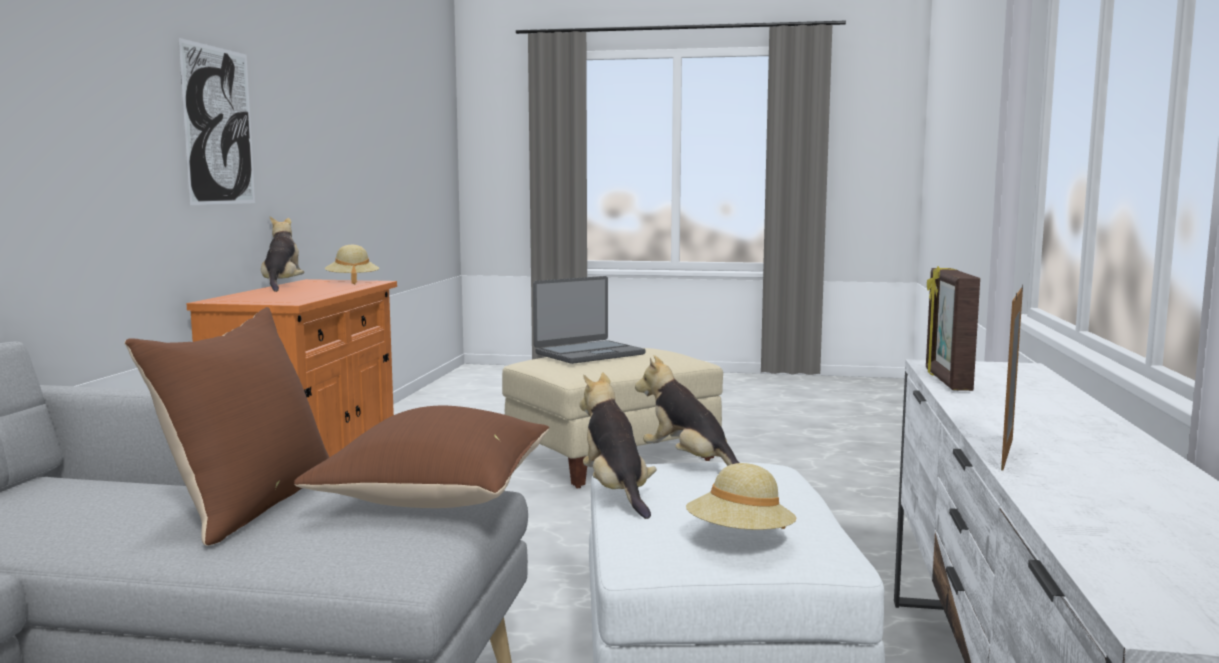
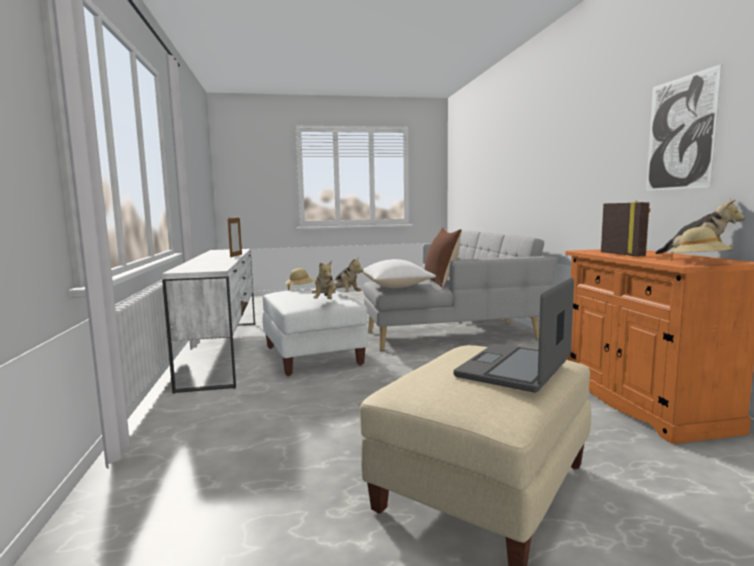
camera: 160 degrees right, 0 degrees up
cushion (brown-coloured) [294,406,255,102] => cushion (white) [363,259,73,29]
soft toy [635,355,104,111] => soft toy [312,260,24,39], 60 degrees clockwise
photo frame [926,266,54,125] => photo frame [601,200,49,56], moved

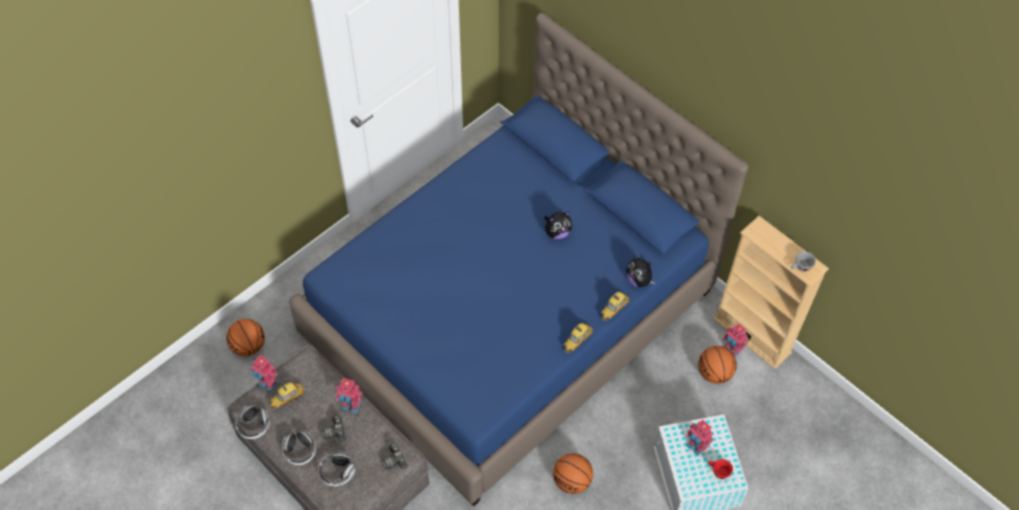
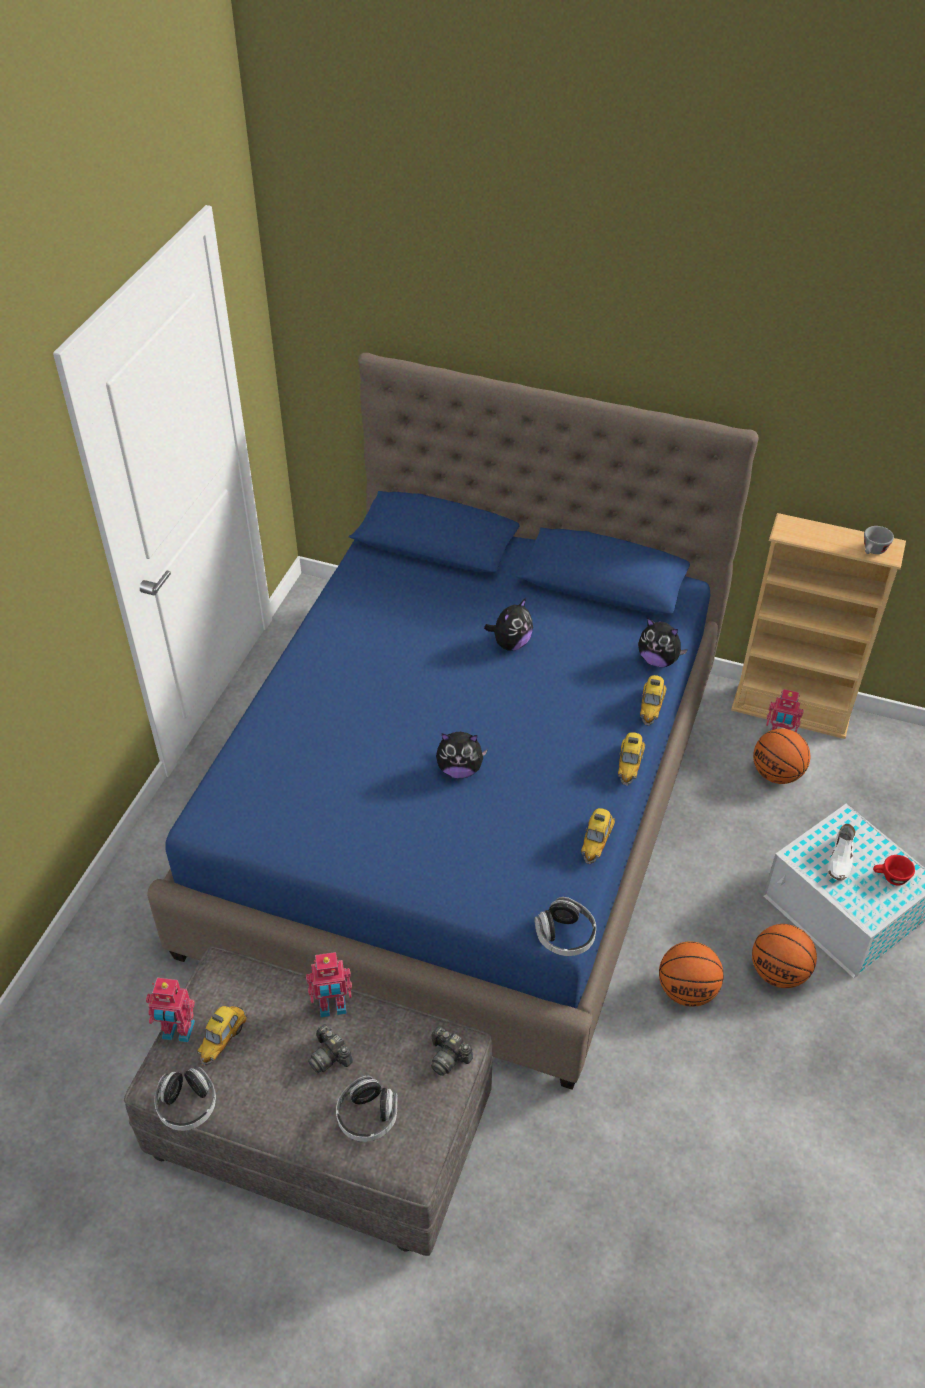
camera: 25 degrees left, 10 degrees down
basketball [226,319,39,37] => basketball [752,924,65,64], moved
headphones [282,430,34,35] => headphones [535,897,61,59], moved
model robot [685,419,28,37] => low shoe (white) [828,824,28,57]
nothing => soft toy [436,732,52,46]
nothing => toy car [581,808,34,56]

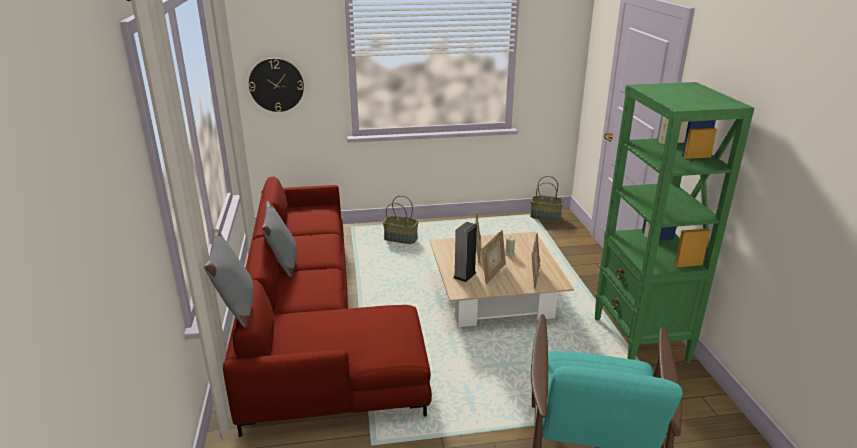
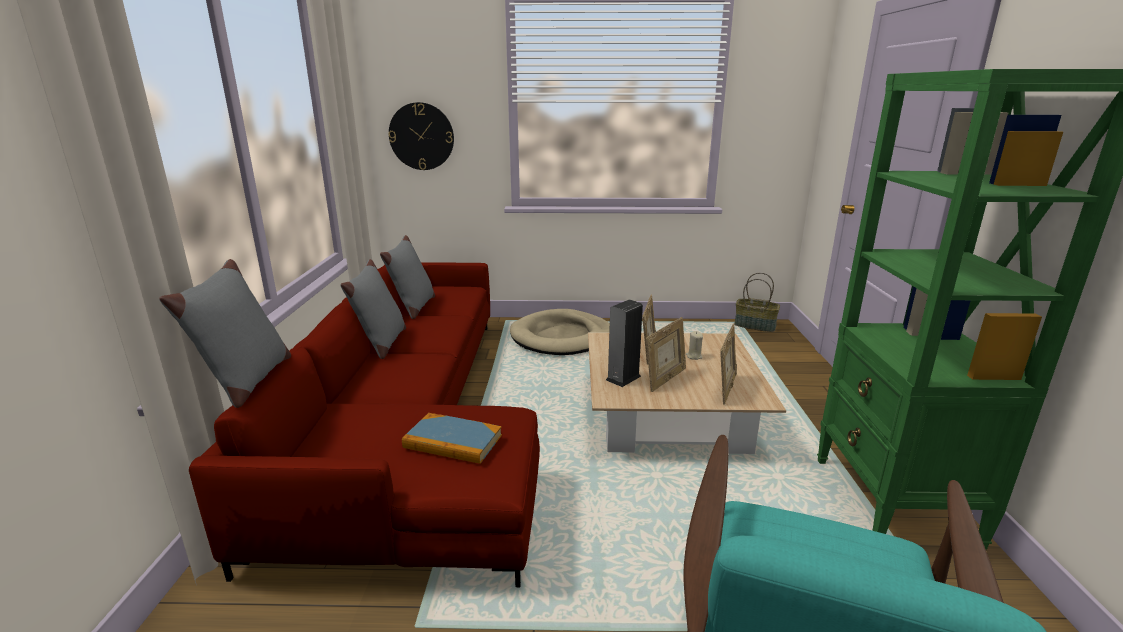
camera: 10 degrees right, 5 degrees down
household basket [383,196,35,48] => dog bed (beige-coloured) [510,309,100,46]
nothing => cushion (gray) [380,235,55,84]
nothing => bound book [402,413,100,51]

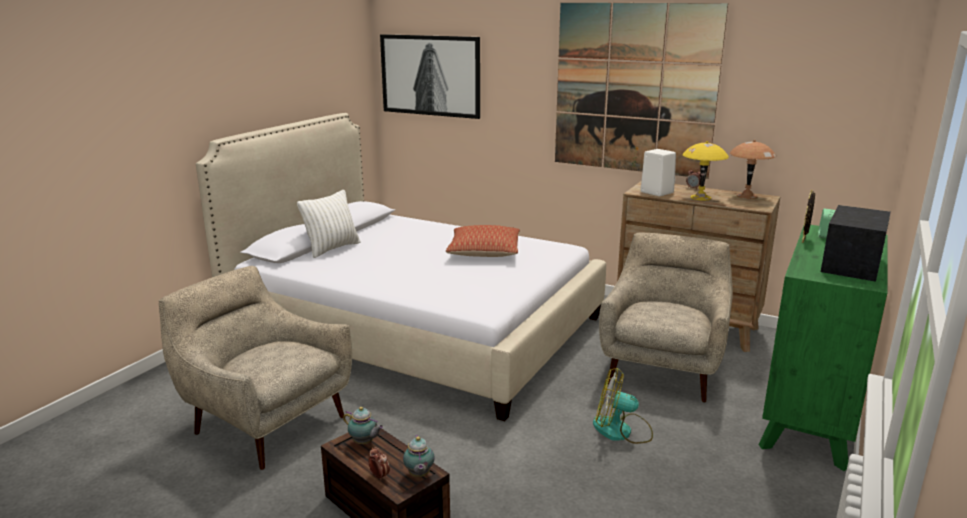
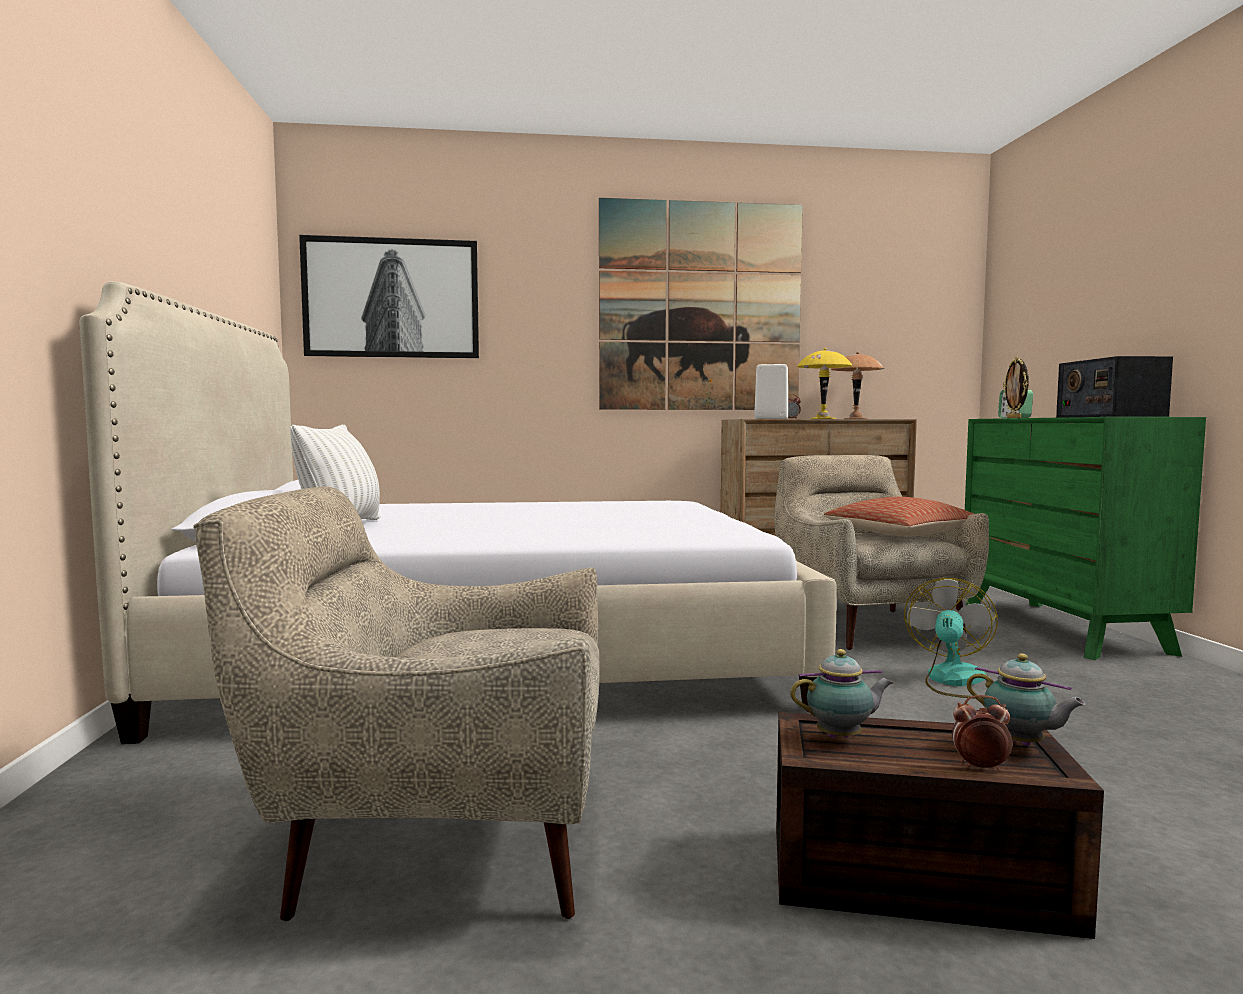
camera: 35 degrees left, 15 degrees down
cushion [446,225,74,32] => cushion [824,497,151,39], moved
electric fan [593,368,60,76] => electric fan [904,578,94,121], 135 degrees clockwise

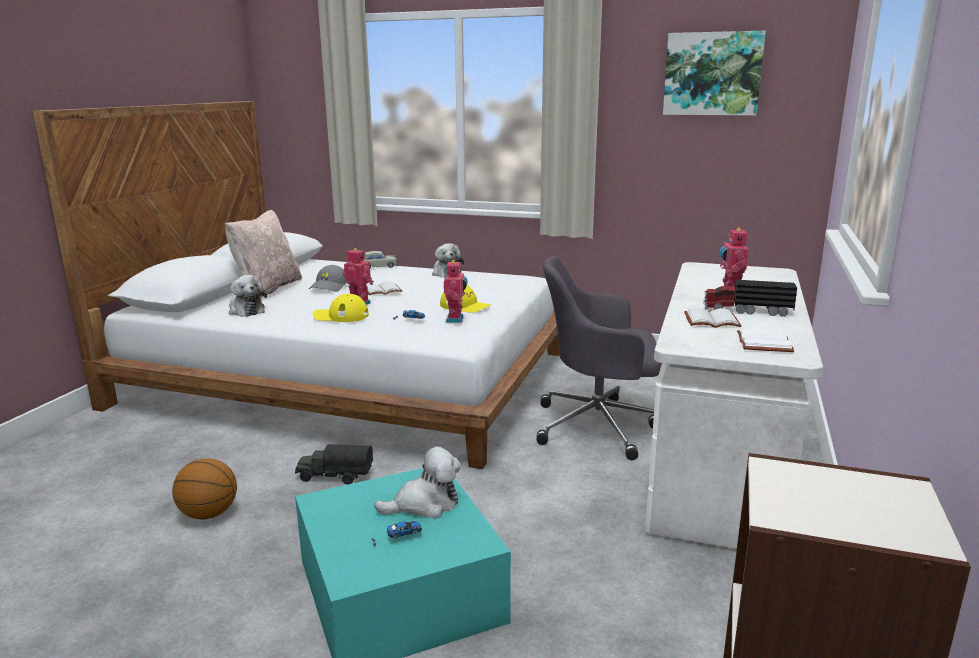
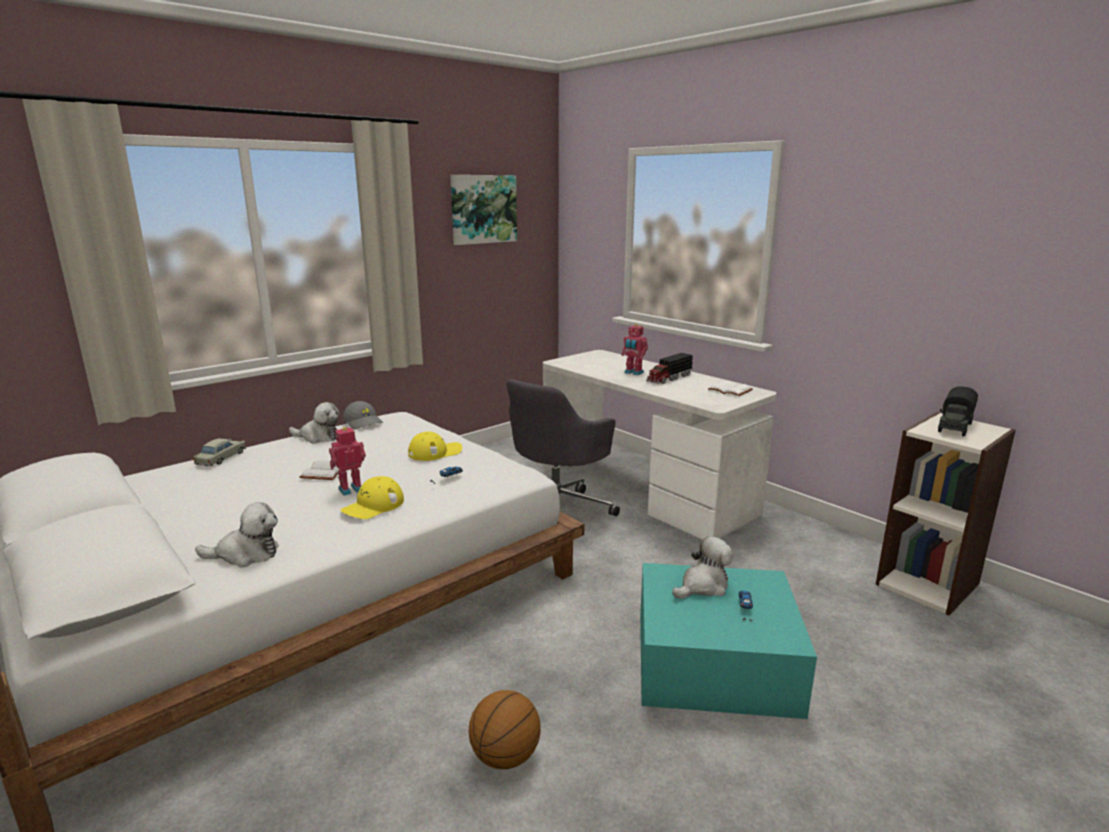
camera: 60 degrees left, 0 degrees up
cushion (beige-coloured) [225,210,77,88] => nothing
model truck [295,444,78,40] => model truck [938,386,40,50], moved
baseball cap (gray) [309,265,38,27] => baseball cap (gray) [343,401,40,29], moved
soft toy [374,446,87,73] => soft toy [672,536,61,63], 45 degrees clockwise
model robot [444,260,24,63] => nothing
bound book (white) [684,308,57,20] => nothing

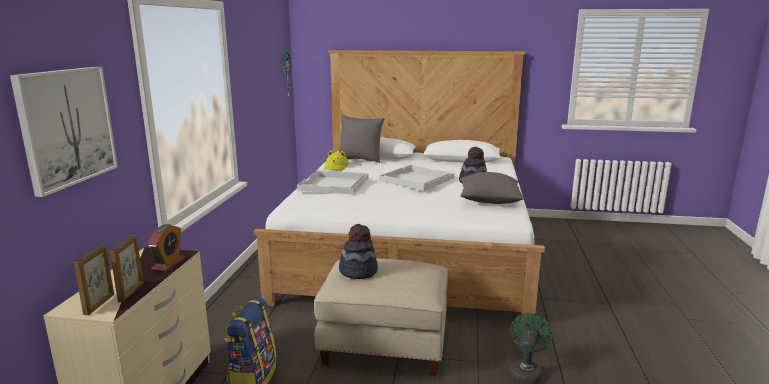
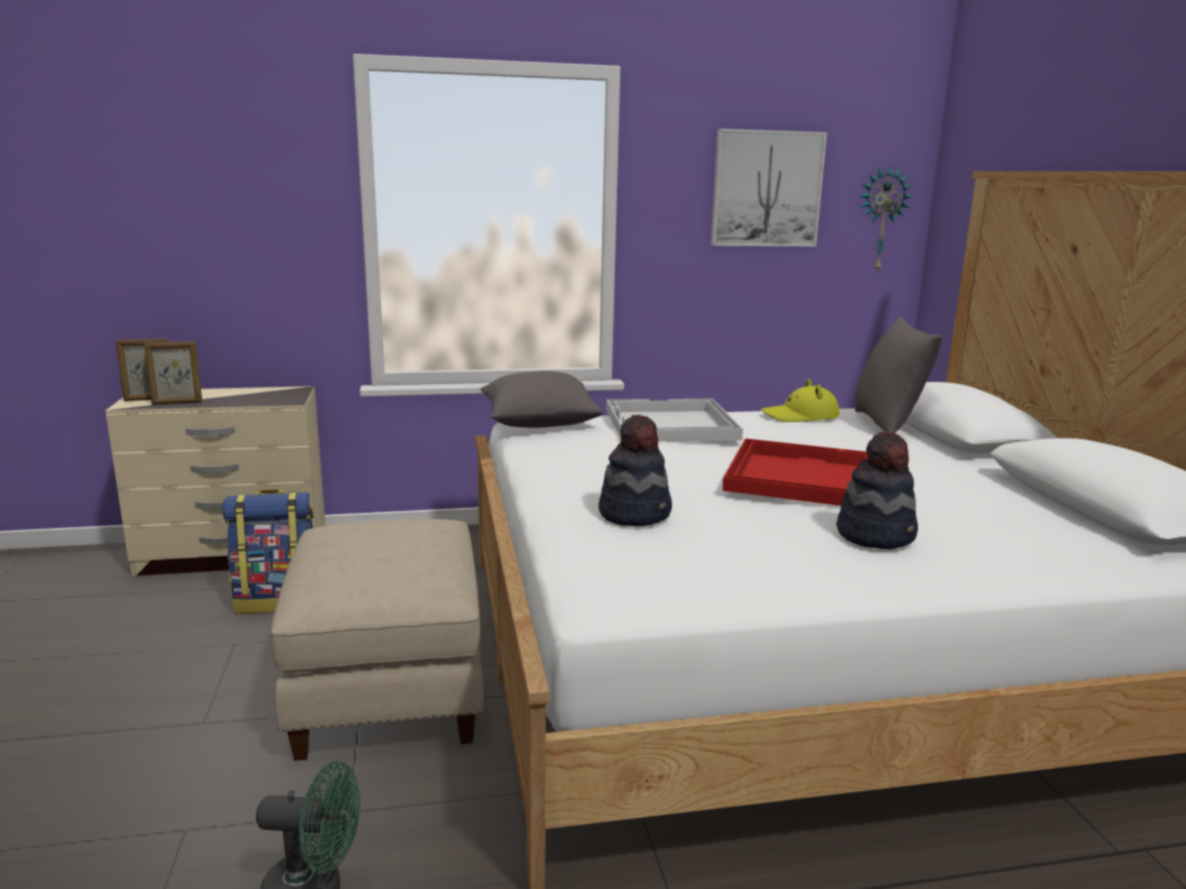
camera: 70 degrees right, 0 degrees up
picture [10,67,108,130] => picture [711,129,116,118], moved
alarm clock [148,224,37,48] => nothing
hat [339,224,39,55] => hat [599,414,73,112], moved
tray (white) [379,165,76,26] => tray (reddish) [722,438,145,68]
cushion (gray) [460,172,65,32] => cushion (gray) [481,371,122,57], moved

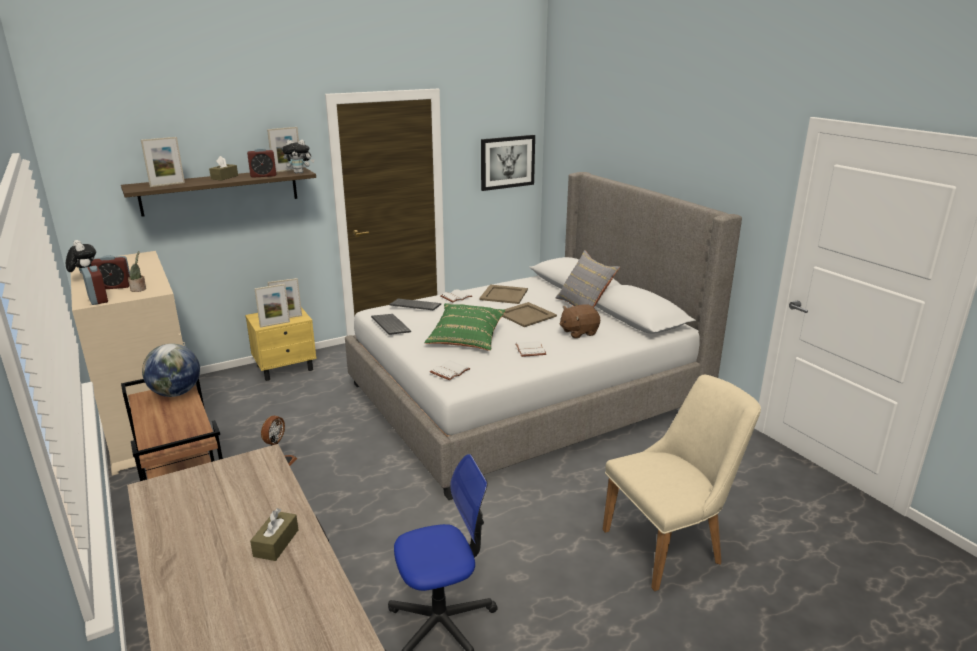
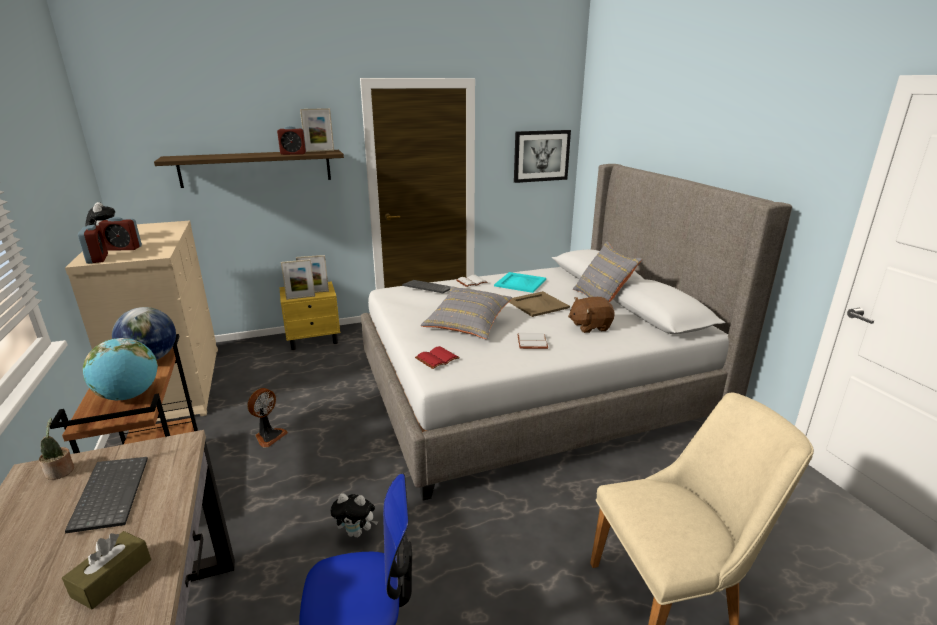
camera: 10 degrees right, 0 degrees up
potted plant [128,251,18,41] => potted plant [39,418,35,62], moved
photo frame [141,137,44,50] => nothing
tissue holder (brown-coloured) [209,156,29,24] => nothing
soft toy [282,140,32,34] => soft toy [330,493,48,45], moved
computer keyboard [371,314,40,21] => computer keyboard [65,457,83,76], moved
cushion (greenish) [424,303,82,48] => cushion (gray) [420,286,92,53]
bound book (white) [430,360,40,20] => bound book (reddish) [415,346,45,23]
tray (beige-coloured) [479,285,49,19] => tray (blue-green) [494,272,52,21]
nothing => world globe [83,338,75,62]

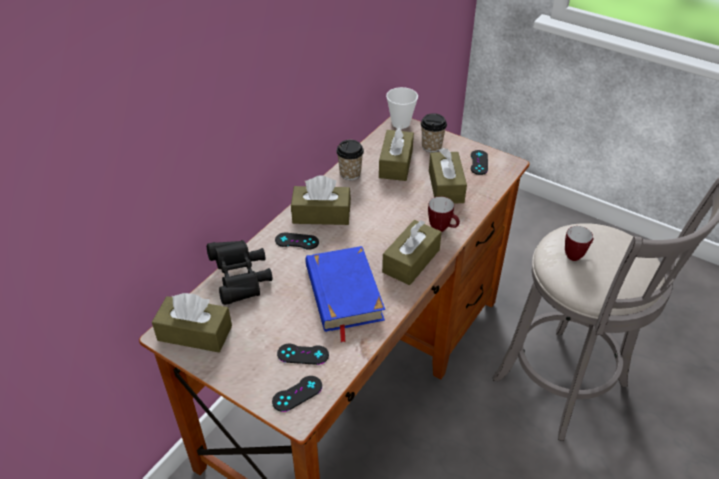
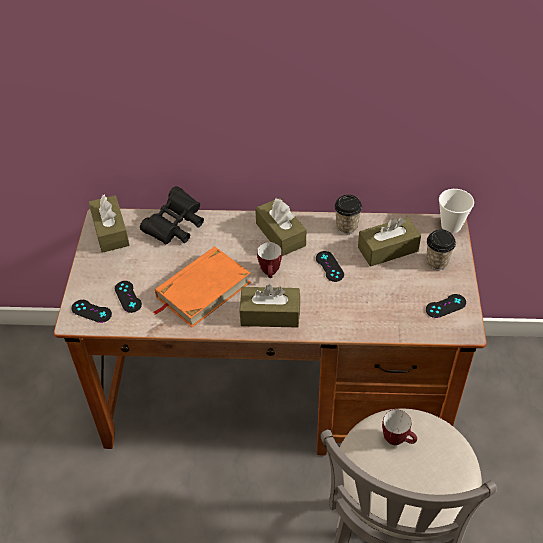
camera: 60 degrees right, 5 degrees up
game controller (black) [275,233,44,17] => game controller (black) [316,251,28,31], moved
bound book (bluish) [305,246,80,97] => bound book (orange) [153,246,98,81]
mug [428,196,32,36] => mug [257,242,25,36], moved
tissue holder (brown-coloured) [429,148,38,56] => nothing

